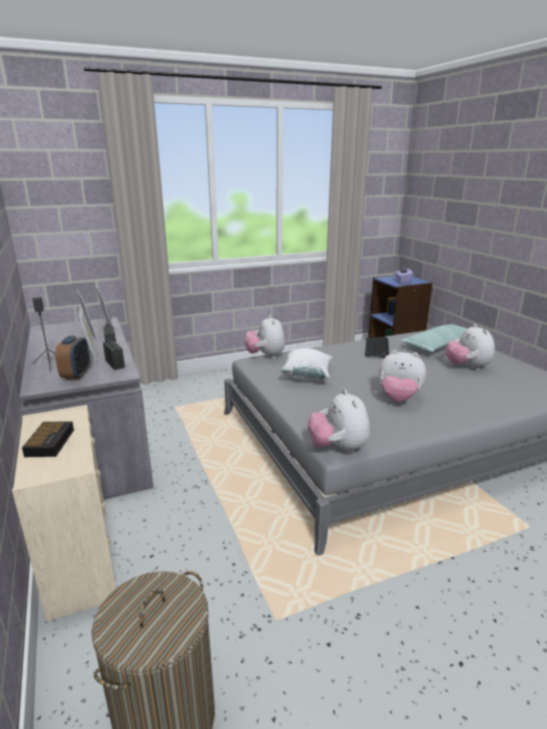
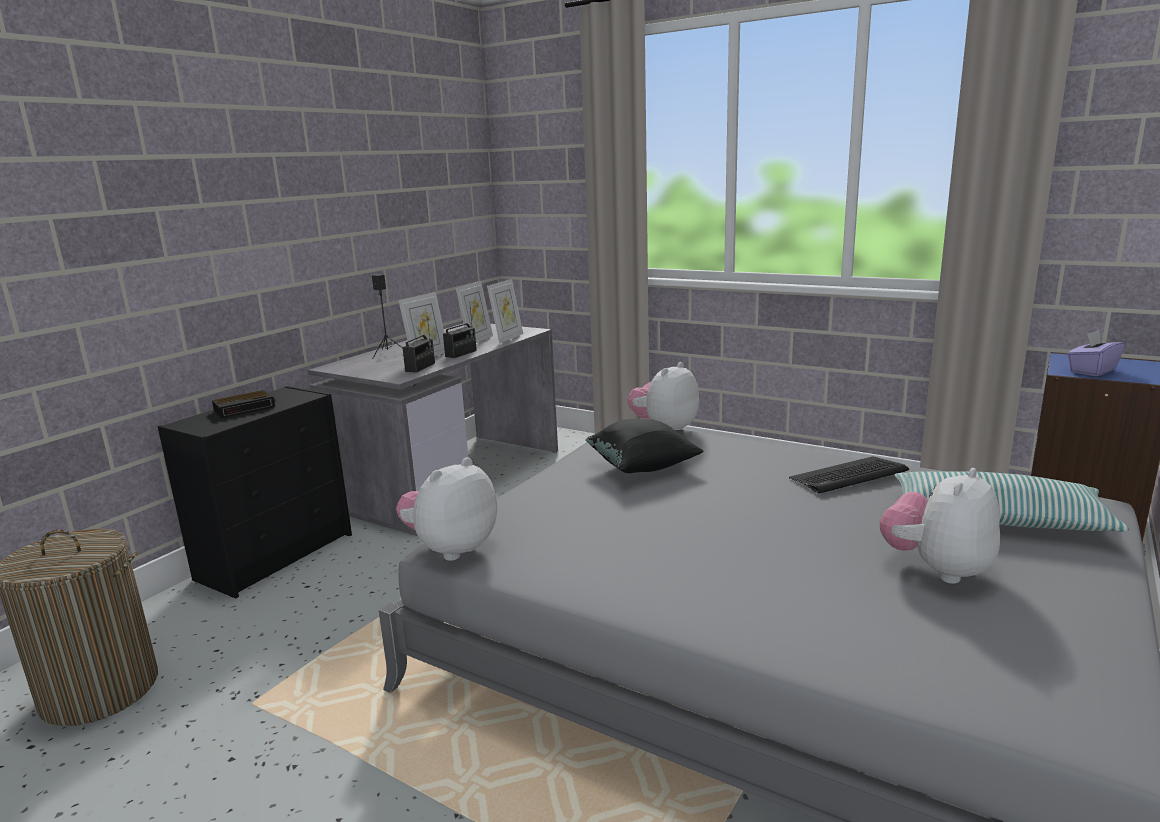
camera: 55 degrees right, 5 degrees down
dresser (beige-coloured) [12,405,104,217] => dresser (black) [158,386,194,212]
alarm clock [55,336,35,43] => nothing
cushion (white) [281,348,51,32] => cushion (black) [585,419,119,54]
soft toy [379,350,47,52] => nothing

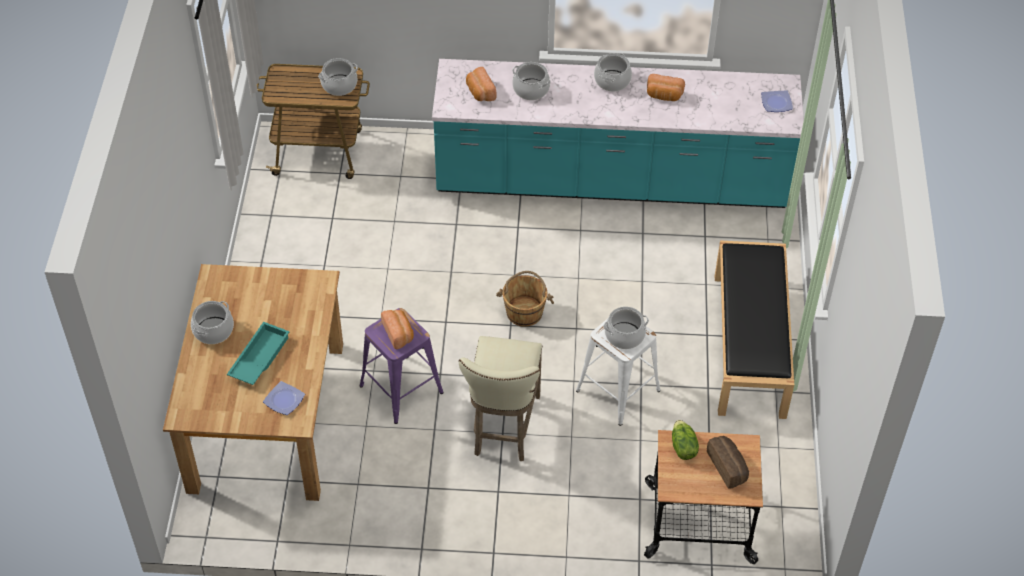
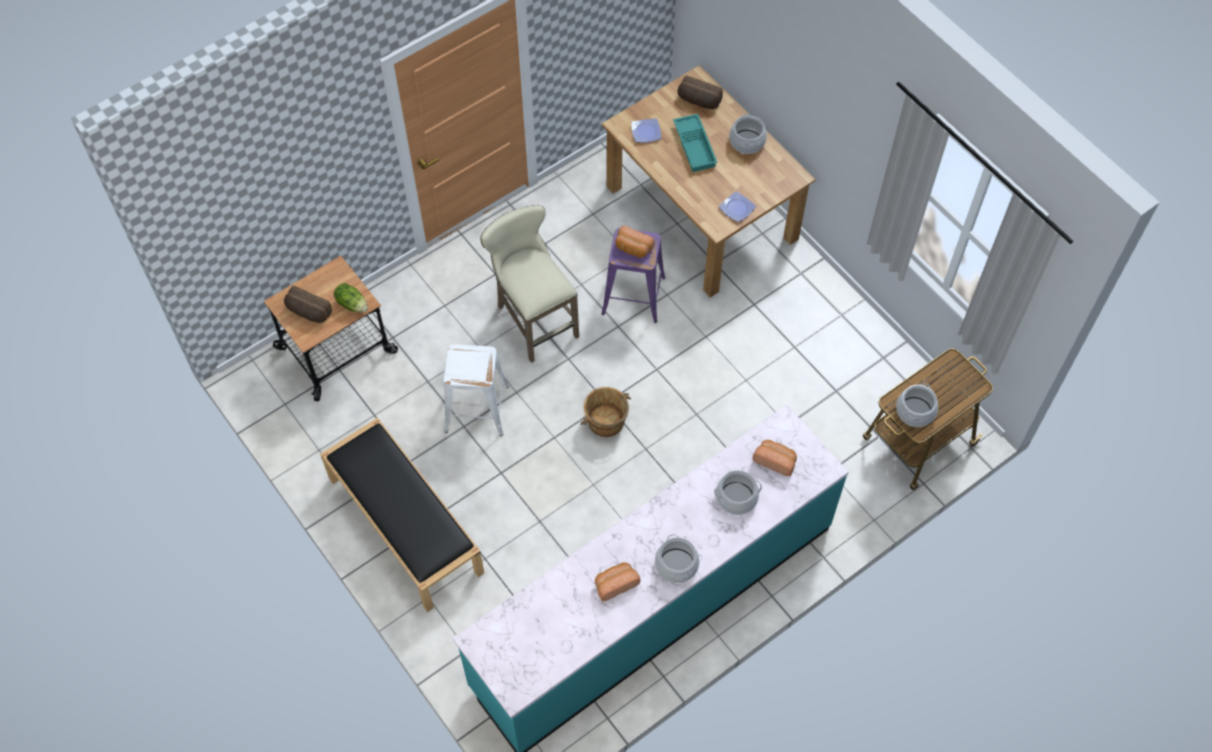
camera: 140 degrees right, 10 degrees up
cooking pot [603,307,46,42] => nothing
plate [761,90,32,22] => plate [719,191,37,31], moved
nothing => bread [678,76,45,33]

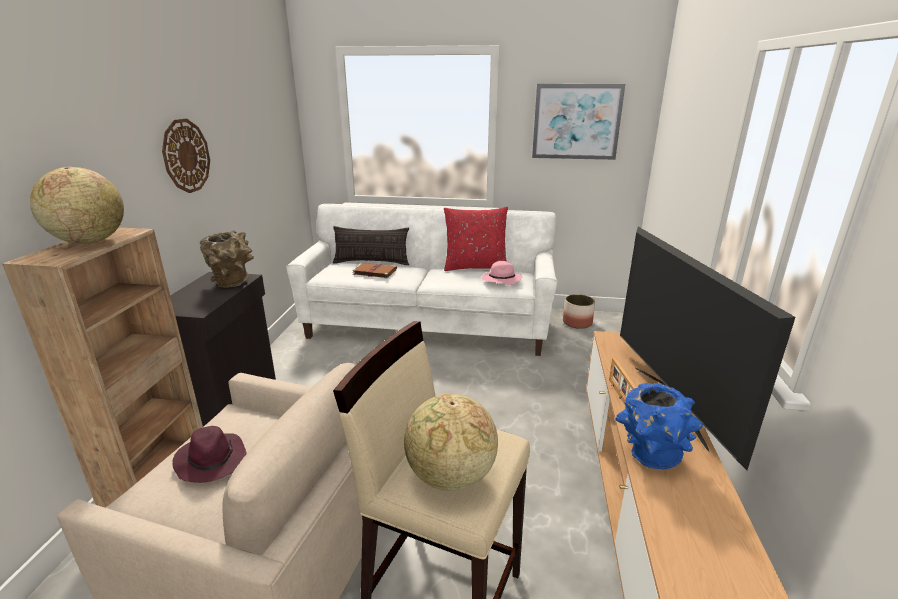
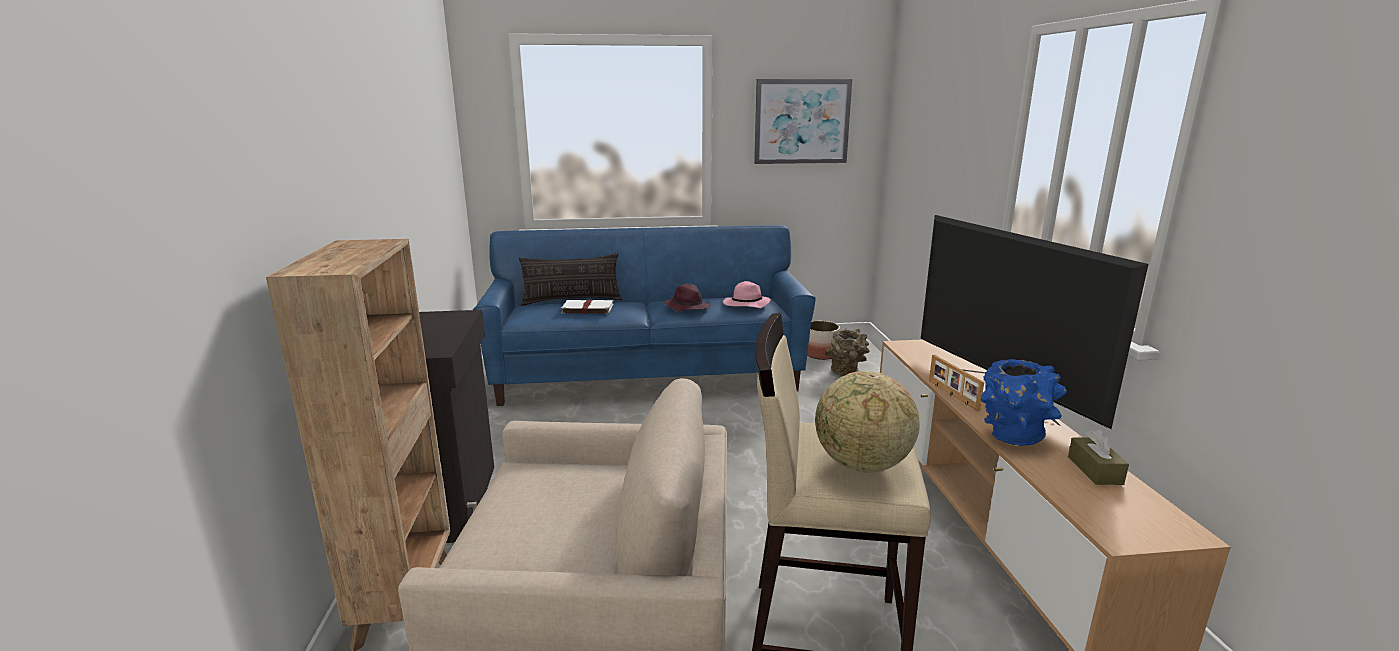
camera: 15 degrees left, 5 degrees down
world globe [30,167,94,77] => nothing
clock on the wall [162,118,48,75] => nothing
hat (purplish) [172,426,75,57] => hat (purplish) [664,283,47,29], moved
vase (brown-coloured) [200,230,54,58] => vase (brown-coloured) [825,328,45,48], moved
couch (white) [286,204,271,152] => couch (bluish) [473,225,343,181]
bound book (brown-coloured) [352,263,45,15] => bound book (white) [559,300,55,14]
cushion (reddish) [444,207,64,64] => nothing
nothing => tissue holder (brown-coloured) [1068,429,61,56]

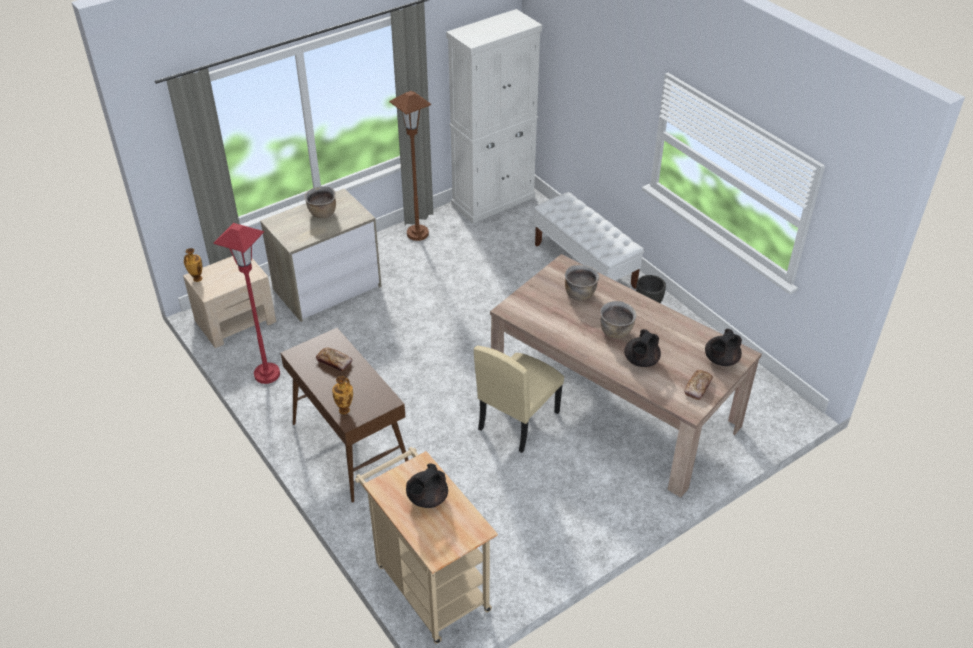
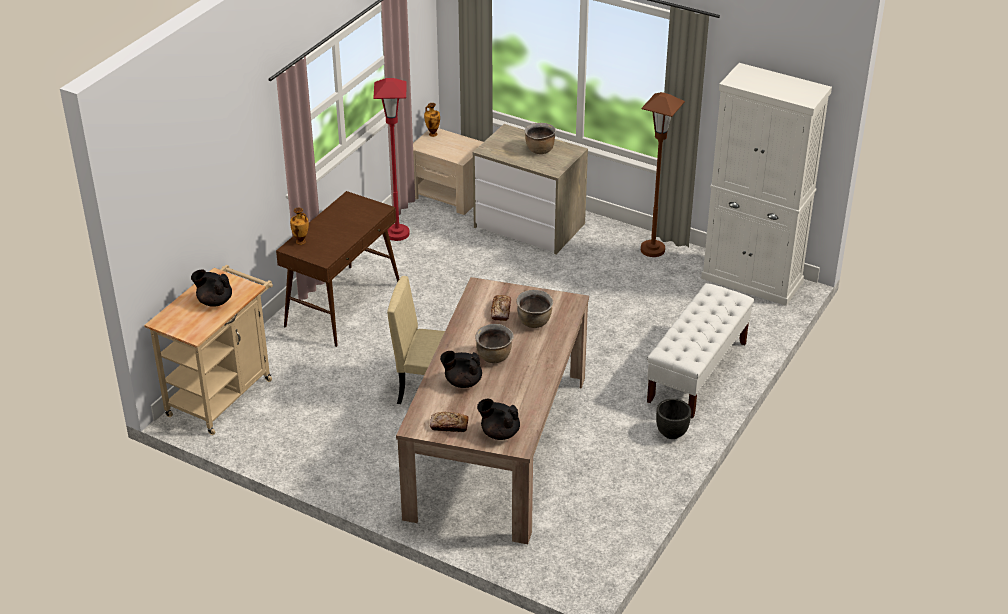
camera: 65 degrees right, 5 degrees down
bread [316,348,36,23] => bread [491,295,20,26], moved

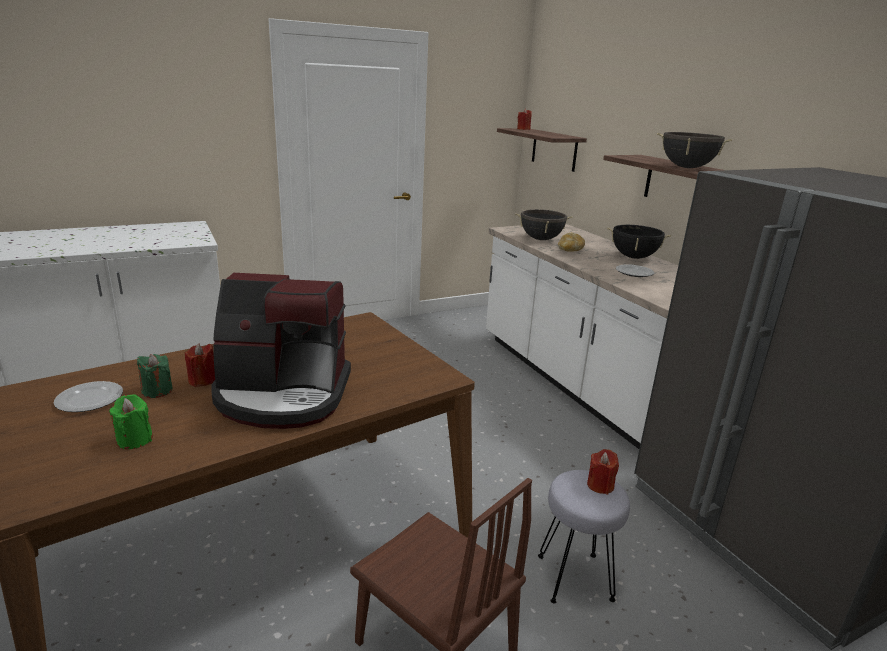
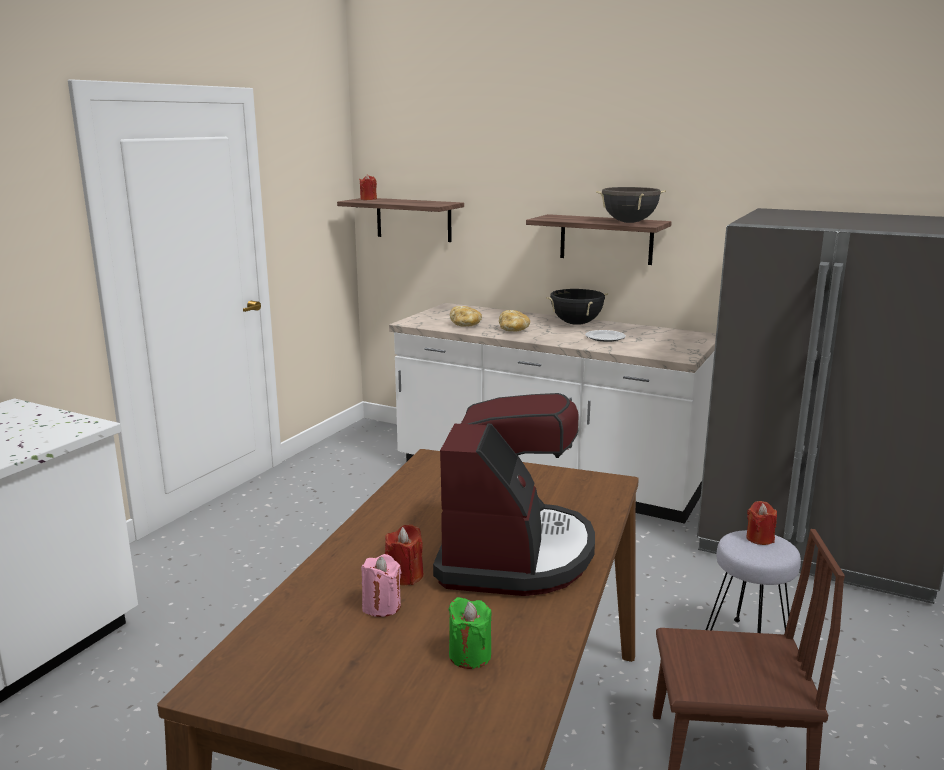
camera: 35 degrees left, 5 degrees down
plate [54,381,69,31] => nothing
candle (greenish) [137,354,36,44] => candle (pinkish) [361,554,41,63]
coffee machine [211,273,140,156] => coffee machine [433,393,162,203], 45 degrees counterclockwise
cooking pot (black) [515,209,57,31] => bread [450,306,32,21]

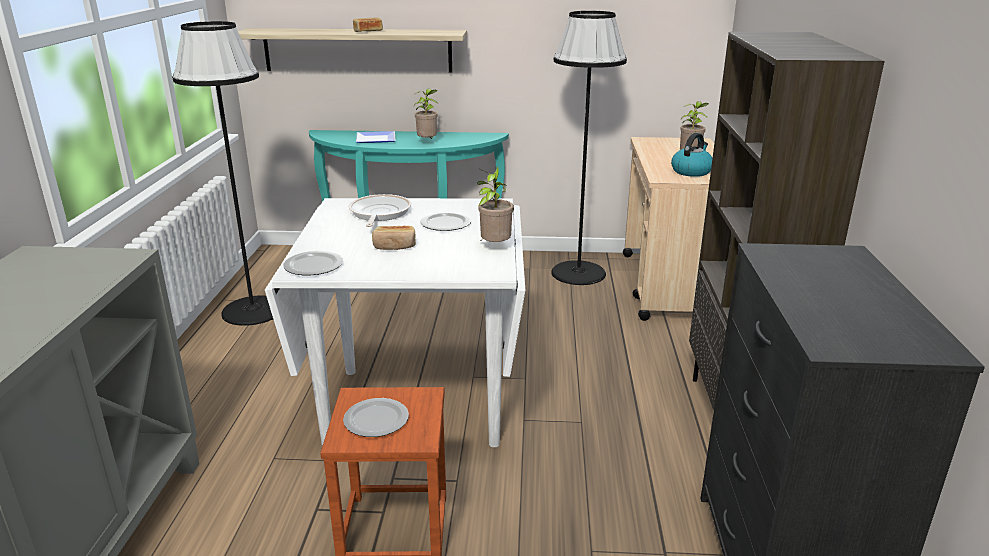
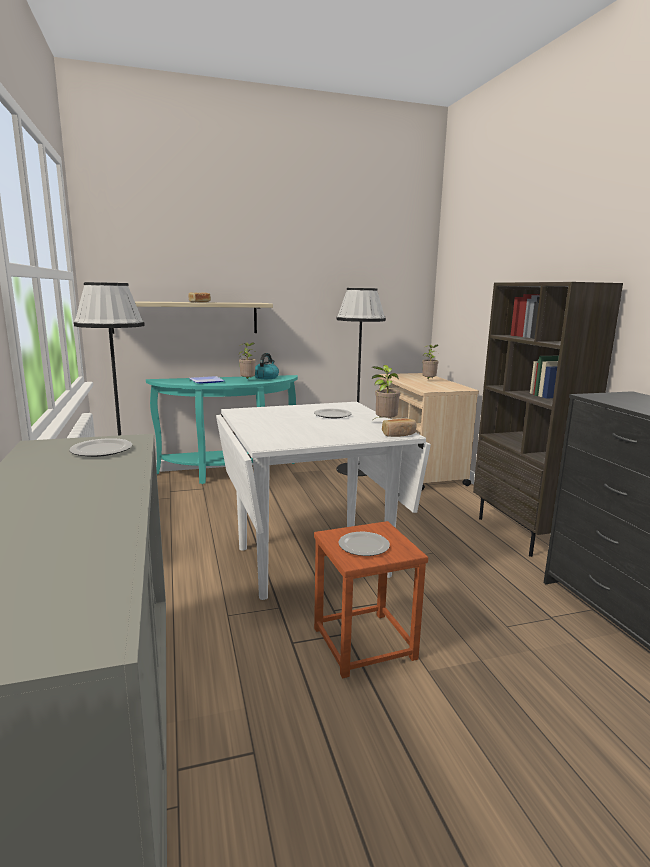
camera: 20 degrees left, 10 degrees down
plate [283,251,60,24] => plate [69,438,63,19], moved
skillet [348,194,63,33] => nothing
bread [372,226,44,24] => bread [382,419,35,18], moved
tea kettle [671,133,41,44] => tea kettle [255,353,24,26], moved

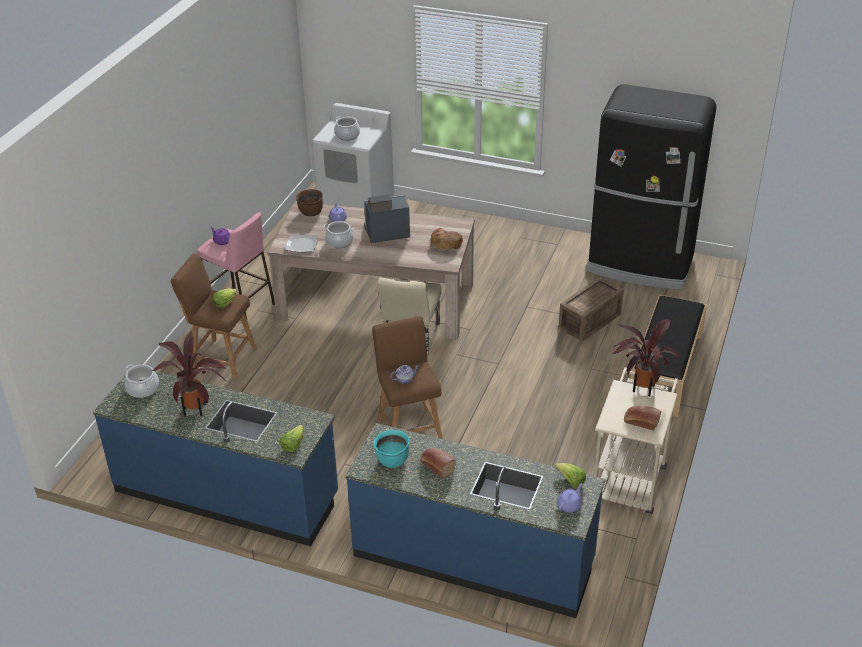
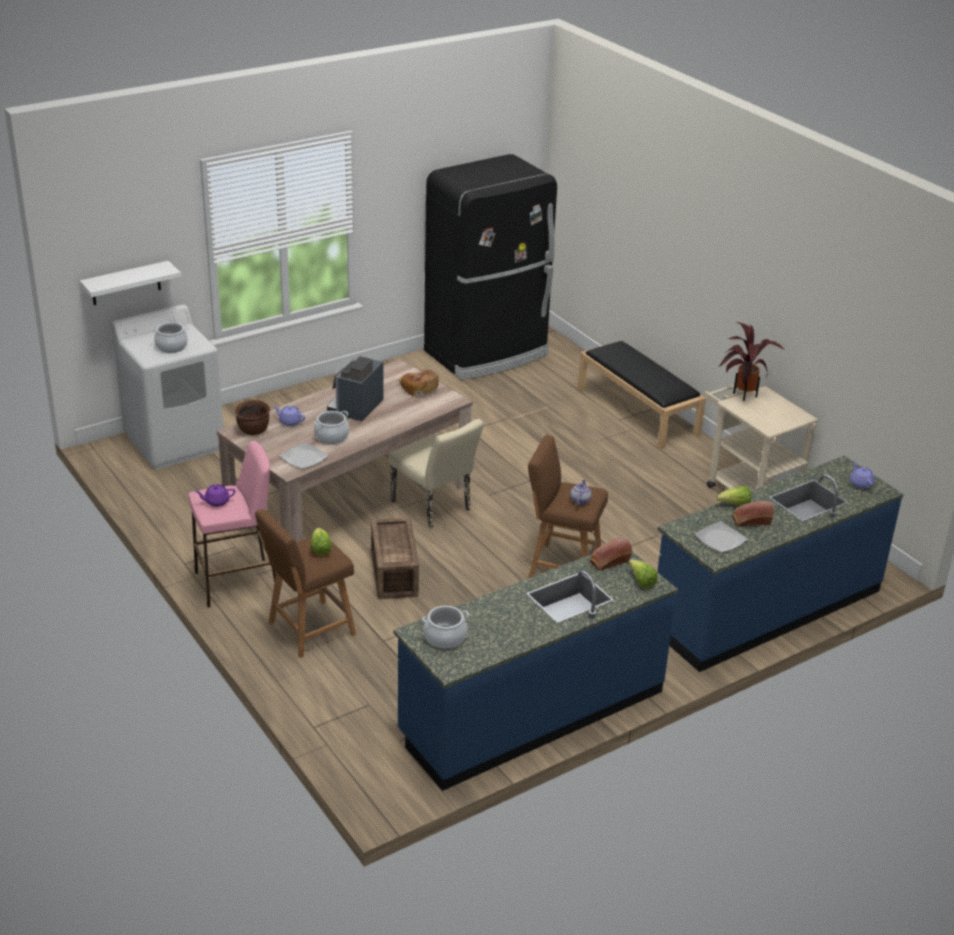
camera: 55 degrees left, 5 degrees down
potted plant [152,331,75,85] => nothing
cooking pot (blue-green) [373,430,37,38] => plate [694,521,54,32]
head of lettuce [555,463,31,25] => head of lettuce [716,486,35,20], moved
shipping crate [558,277,66,64] => shipping crate [371,518,48,81], moved
bread [624,406,37,25] => bread [590,537,42,34], moved
nothing => shelf (white) [80,261,101,44]

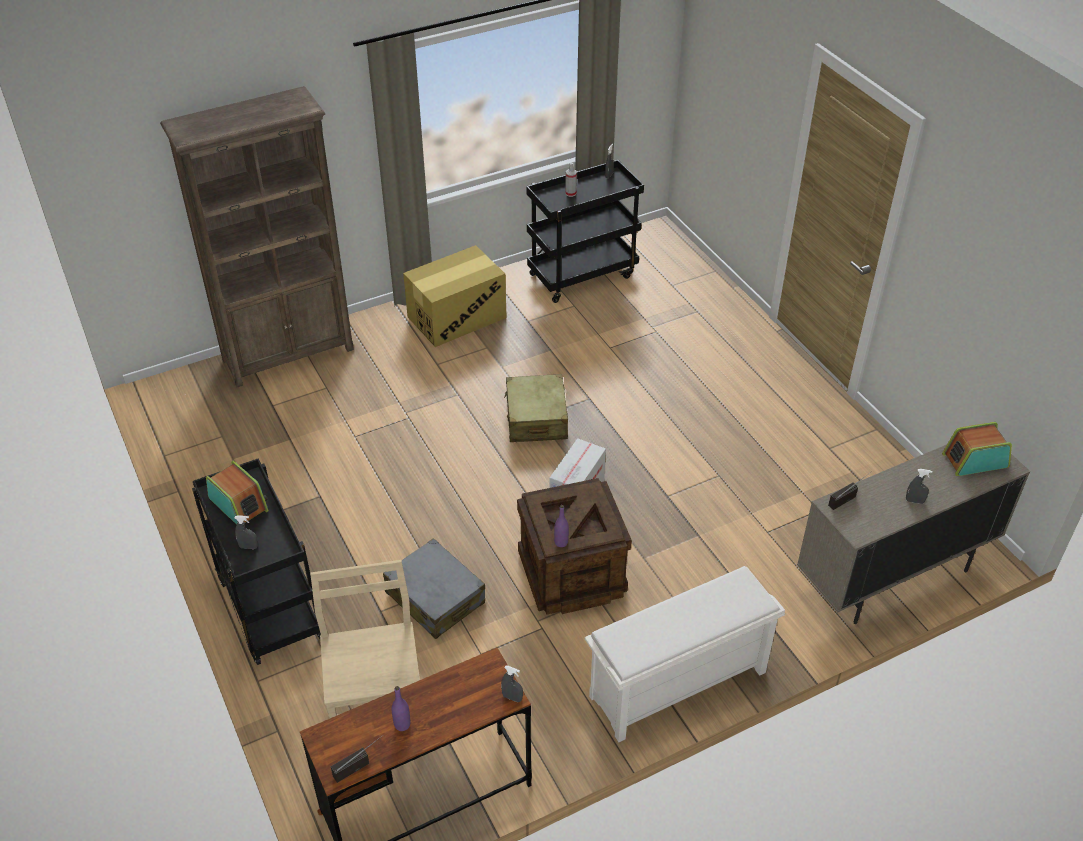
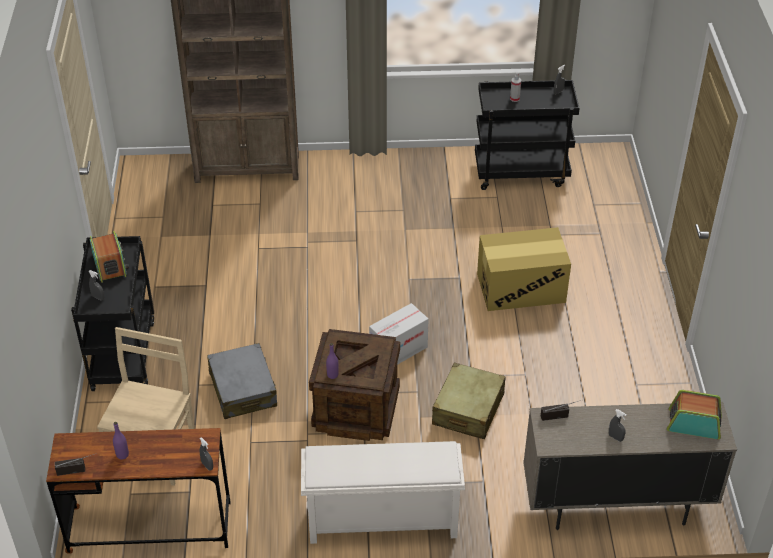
camera: 25 degrees right, 0 degrees up
packing box [403,245,103,102] => packing box [477,227,94,84], moved
travel case (beige-coloured) [504,374,64,68] => travel case (beige-coloured) [432,363,74,76], moved

